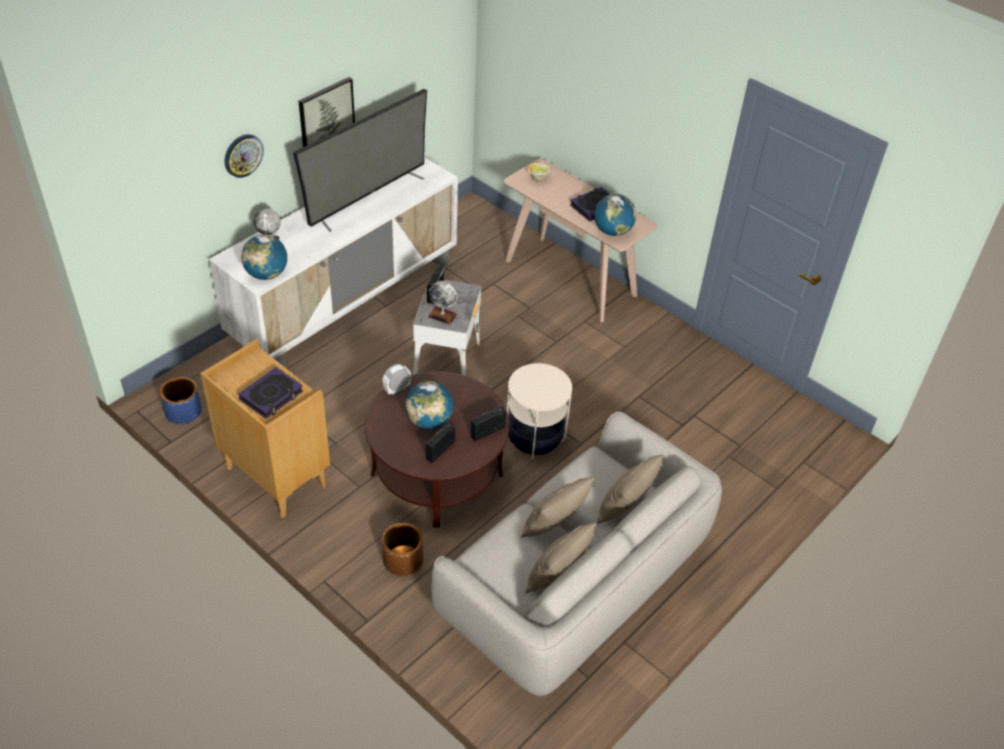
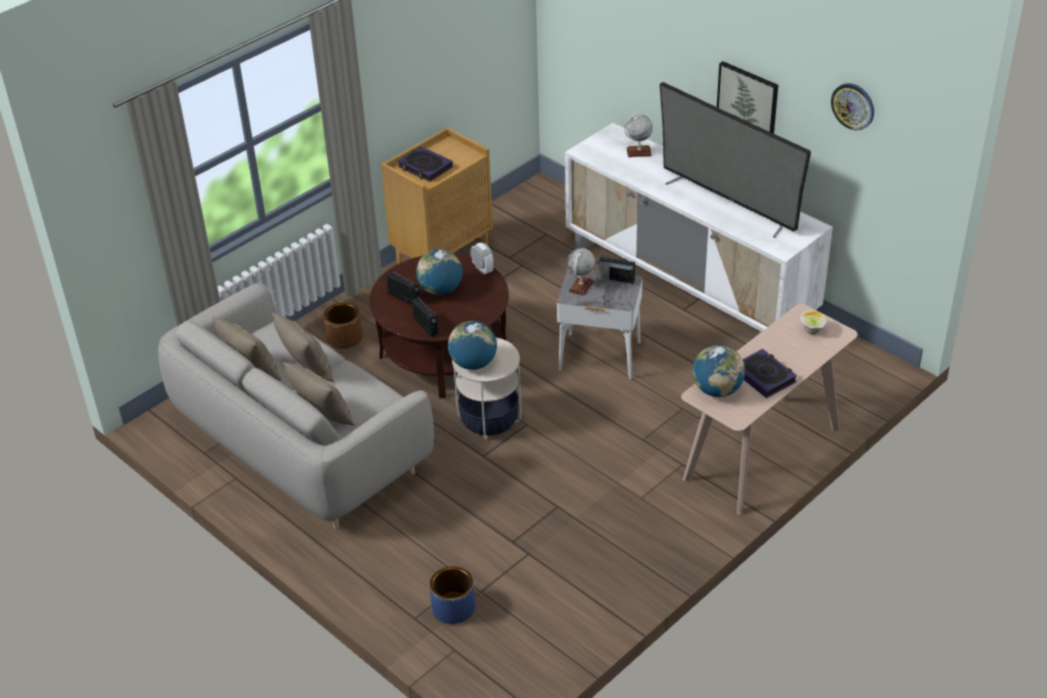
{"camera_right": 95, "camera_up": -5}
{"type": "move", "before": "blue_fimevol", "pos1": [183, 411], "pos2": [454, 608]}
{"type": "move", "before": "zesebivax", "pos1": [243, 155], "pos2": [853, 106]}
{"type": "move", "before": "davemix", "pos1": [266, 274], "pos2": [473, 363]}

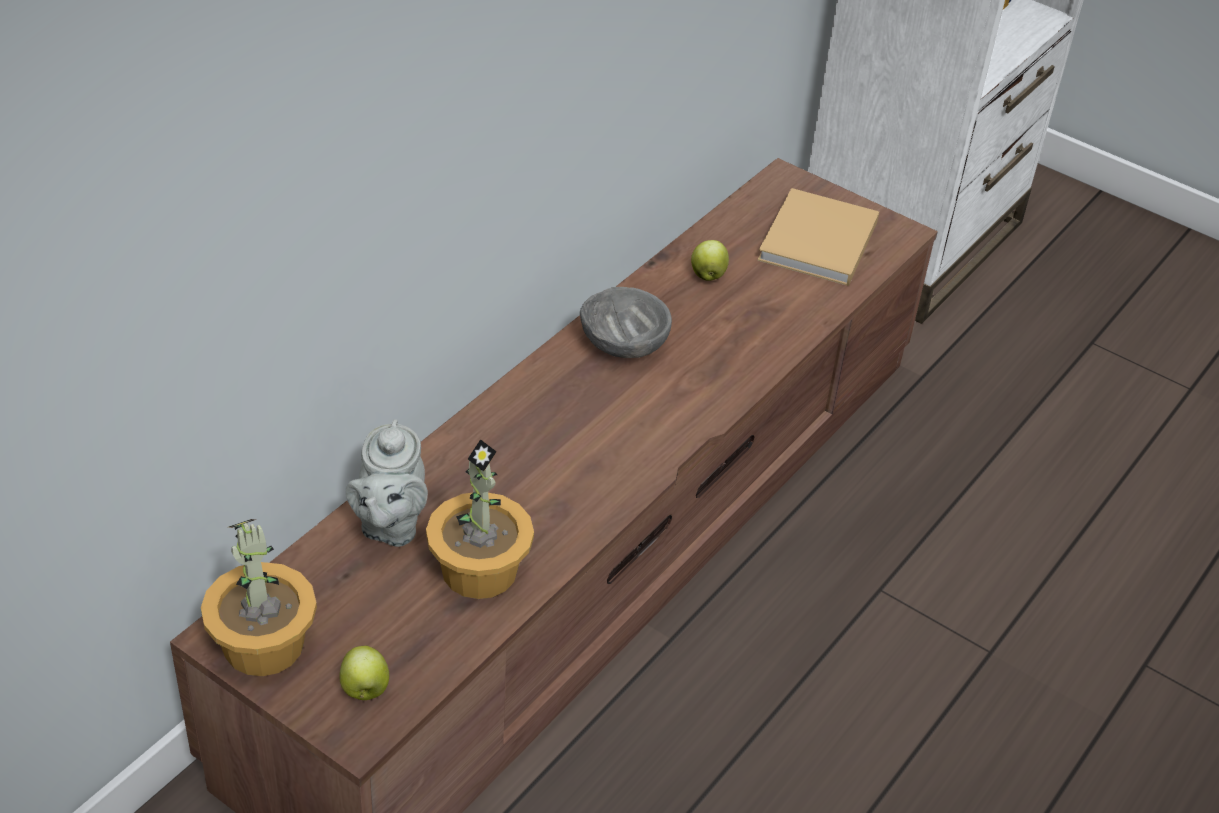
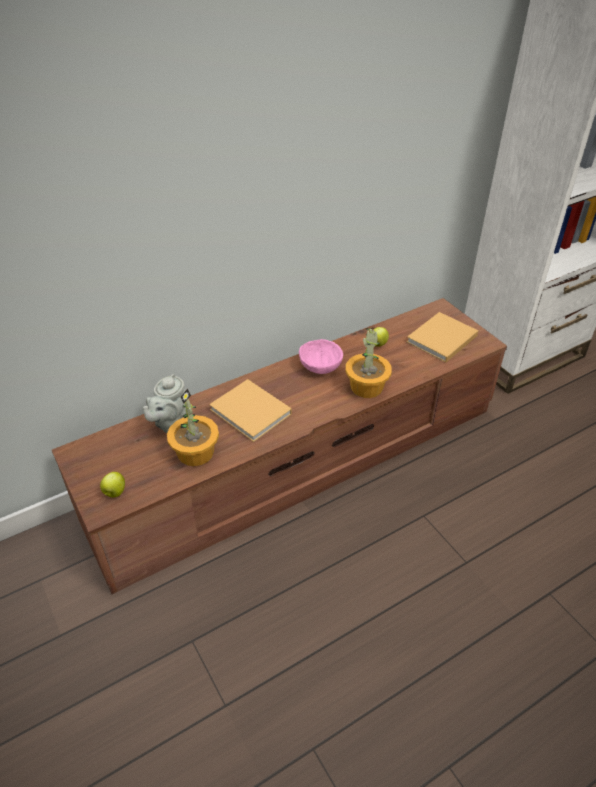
{"camera_right": 25, "camera_up": 0}
{"type": "move", "before": "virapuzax", "pos1": [264, 645], "pos2": [366, 387]}
{"type": "recolor", "before": "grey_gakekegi", "after": "pink_gakekegi", "pos1": [623, 344], "pos2": [320, 366]}
{"type": "insert", "after": "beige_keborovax", "pos2": [252, 413]}

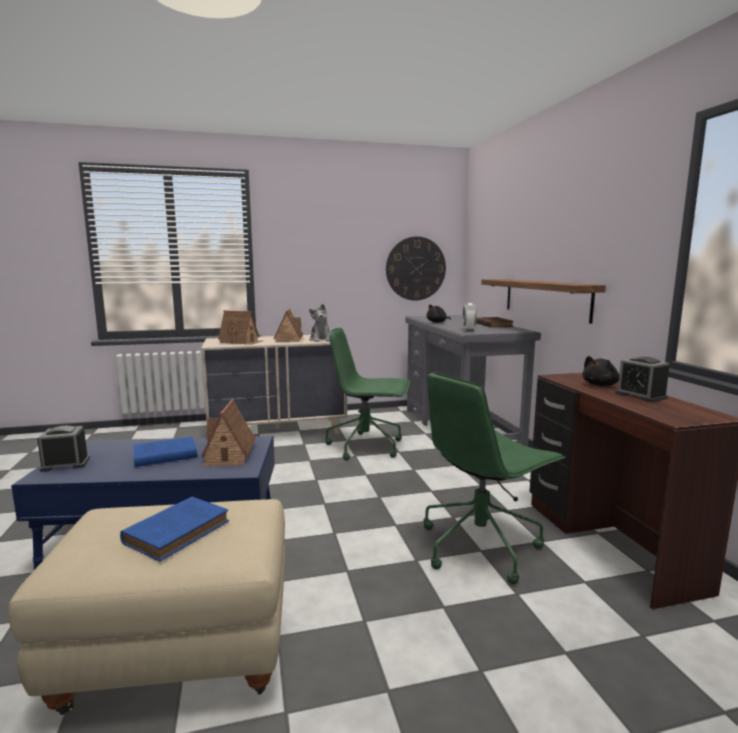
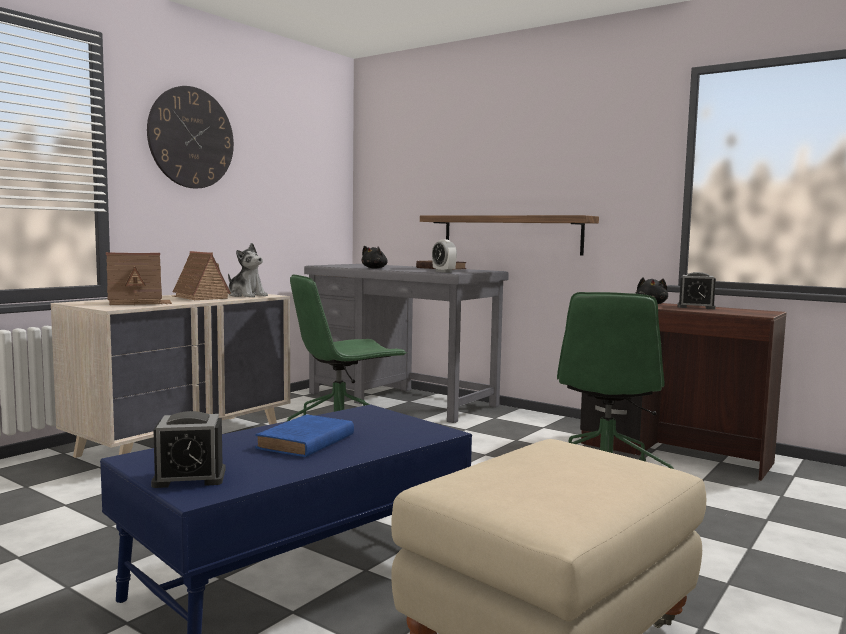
{"camera_right": -40, "camera_up": -5}
{"type": "rotate", "before": "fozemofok", "pos1": [65, 464], "pos2": [189, 478], "turn": -135}
{"type": "delete", "before": "blue_keborovax", "pos1": [179, 531]}
{"type": "delete", "before": "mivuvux", "pos1": [229, 454]}
{"type": "move", "before": "zesebivax", "pos1": [415, 268], "pos2": [191, 138]}

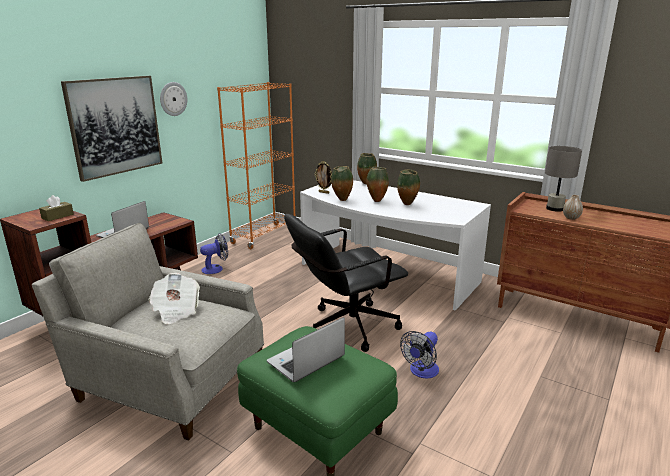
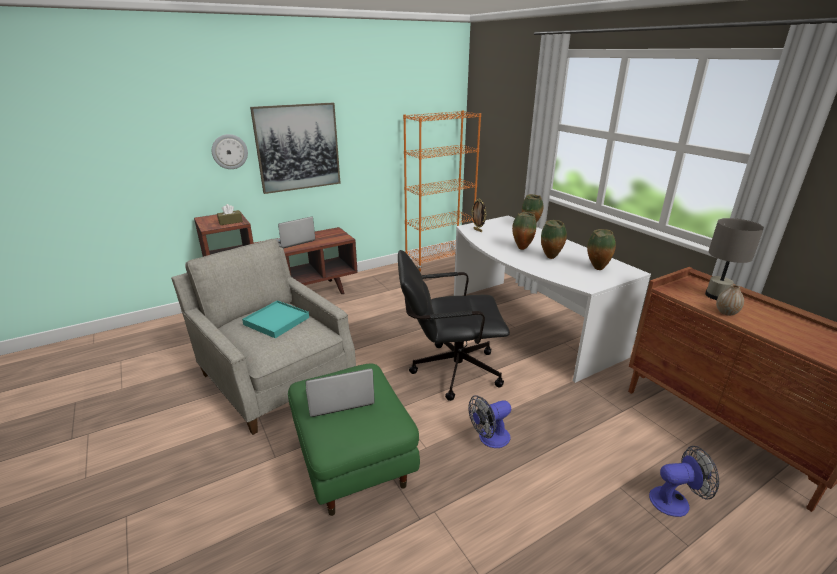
{"camera_right": 25, "camera_up": 5}
{"type": "replace", "before": "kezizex", "after": "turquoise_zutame", "pos1": [176, 310], "pos2": [276, 321]}
{"type": "move", "before": "zesebivax", "pos1": [173, 99], "pos2": [229, 151]}
{"type": "move", "before": "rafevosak", "pos1": [216, 269], "pos2": [675, 500]}
{"type": "move", "before": "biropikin", "pos1": [342, 200], "pos2": [597, 269]}

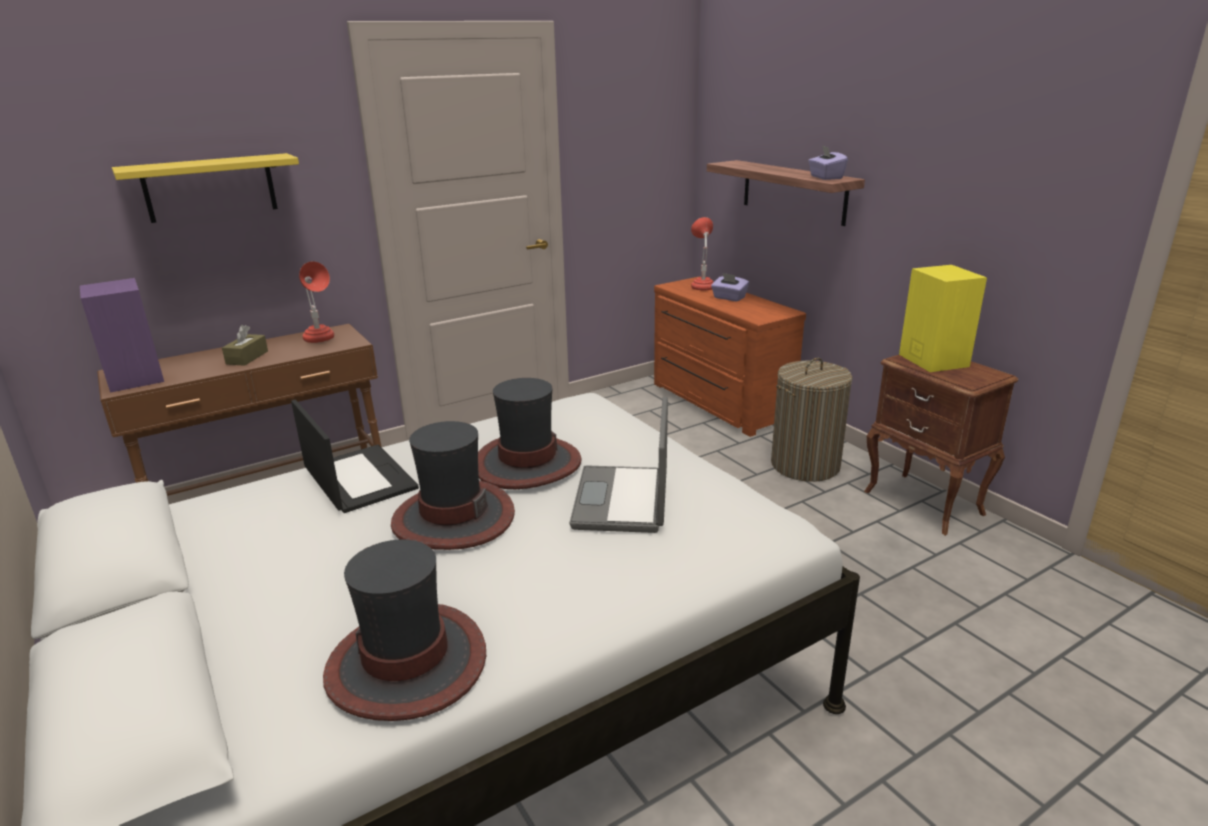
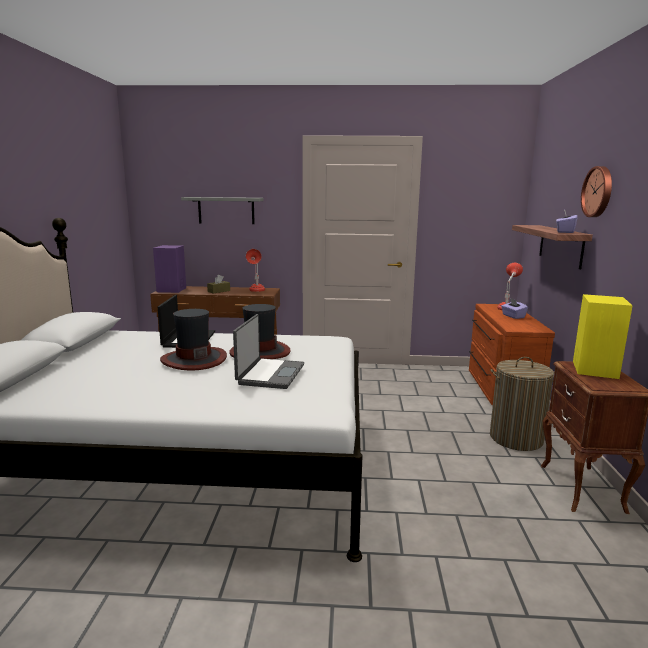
{"camera_right": 35, "camera_up": -10}
{"type": "recolor", "before": "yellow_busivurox", "after": "grey_busivurox", "pos1": [210, 188], "pos2": [226, 210]}
{"type": "delete", "before": "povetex", "pos1": [407, 663]}
{"type": "rotate", "before": "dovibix", "pos1": [623, 500], "pos2": [270, 374], "turn": 150}
{"type": "insert", "after": "zesebivax", "pos2": [598, 192]}

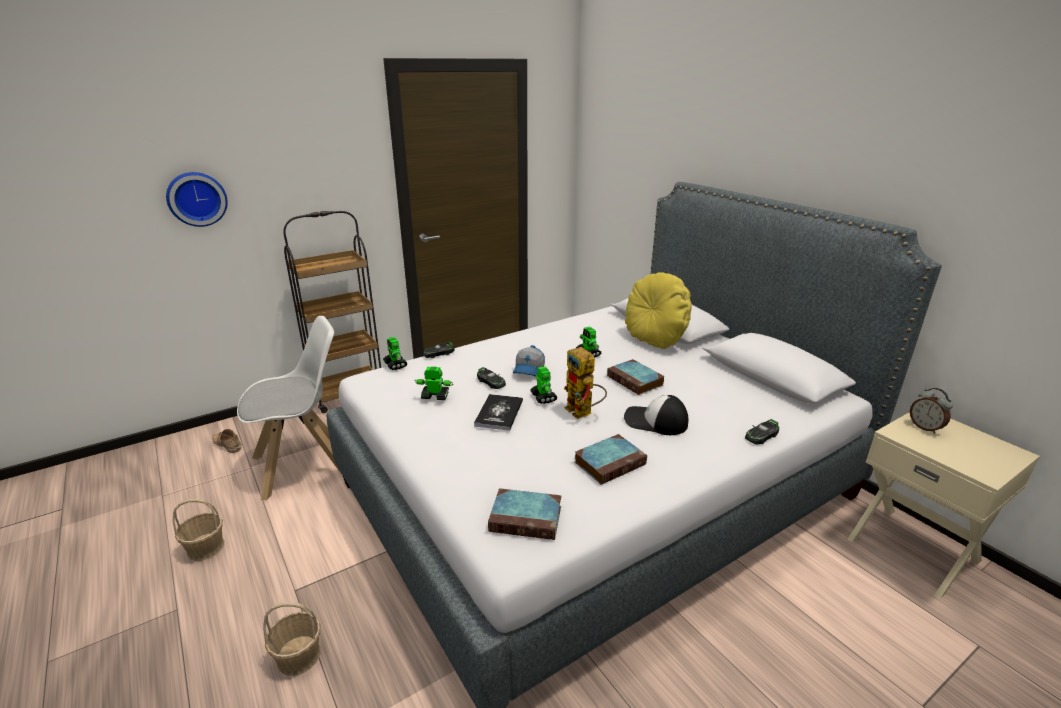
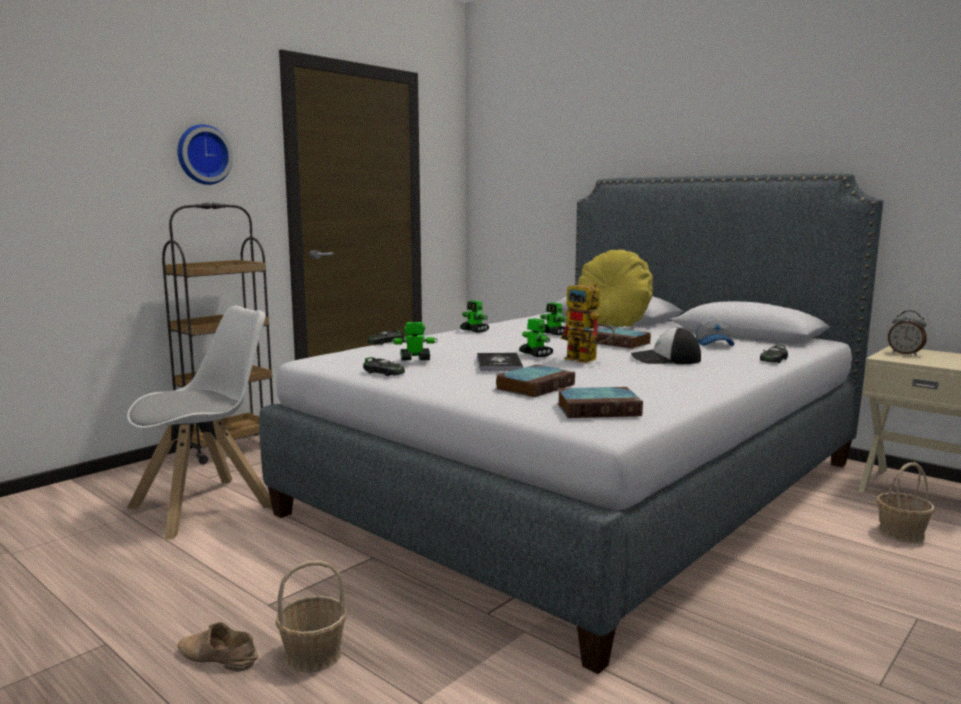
{"camera_right": -15, "camera_up": -15}
{"type": "move", "before": "zesebivax", "pos1": [196, 198], "pos2": [203, 155]}
{"type": "move", "before": "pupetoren", "pos1": [205, 547], "pos2": [900, 533]}
{"type": "move", "before": "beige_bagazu", "pos1": [227, 444], "pos2": [216, 657]}
{"type": "move", "before": "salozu", "pos1": [395, 365], "pos2": [474, 331]}
{"type": "move", "before": "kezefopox", "pos1": [490, 382], "pos2": [383, 372]}
{"type": "move", "before": "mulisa", "pos1": [529, 370], "pos2": [715, 344]}
{"type": "move", "before": "keborovax", "pos1": [610, 462], "pos2": [535, 386]}

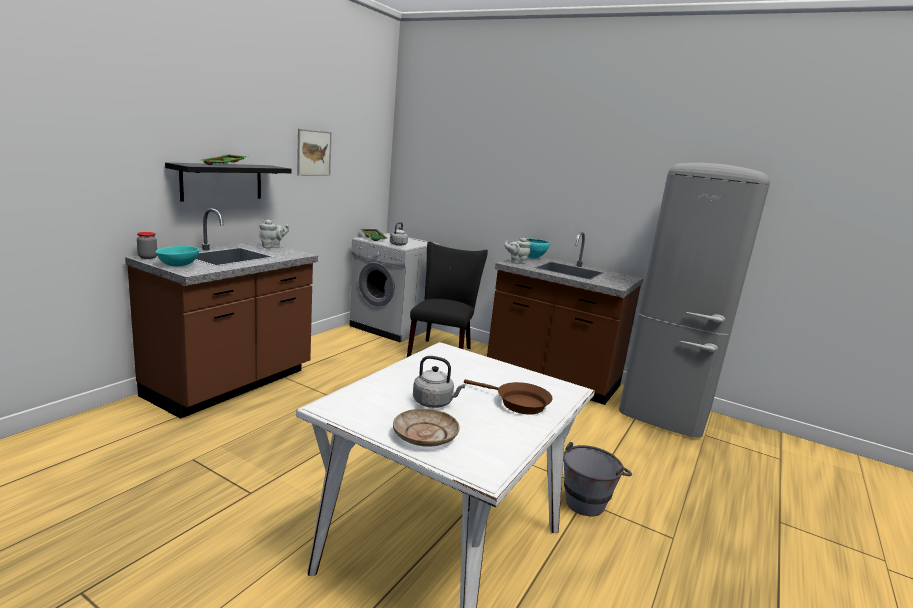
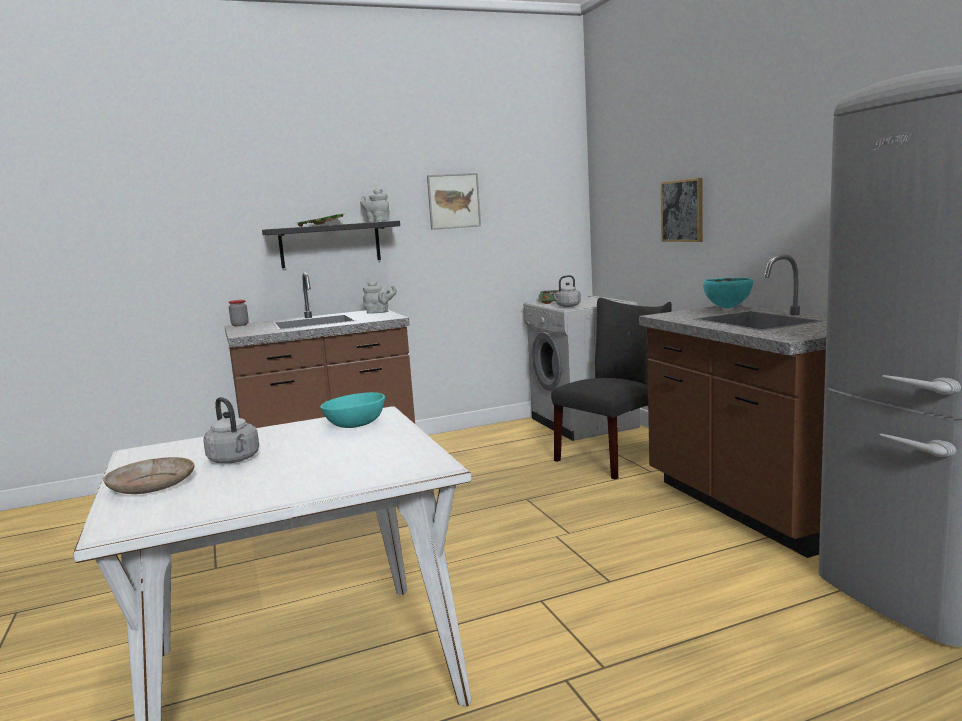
{"camera_right": 40, "camera_up": -5}
{"type": "move", "before": "turquoise_gakekegi", "pos1": [179, 265], "pos2": [356, 425]}
{"type": "delete", "before": "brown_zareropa", "pos1": [518, 403]}
{"type": "move", "before": "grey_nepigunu", "pos1": [516, 262], "pos2": [377, 221]}
{"type": "delete", "before": "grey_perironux", "pos1": [588, 500]}
{"type": "insert", "after": "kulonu", "pos2": [682, 211]}

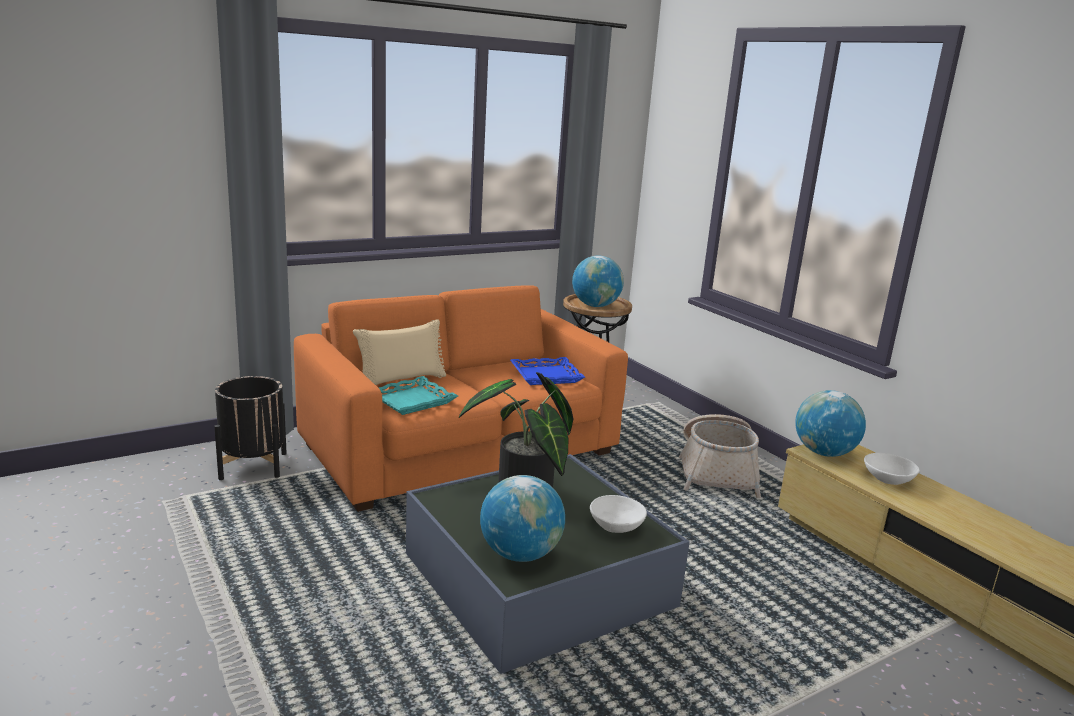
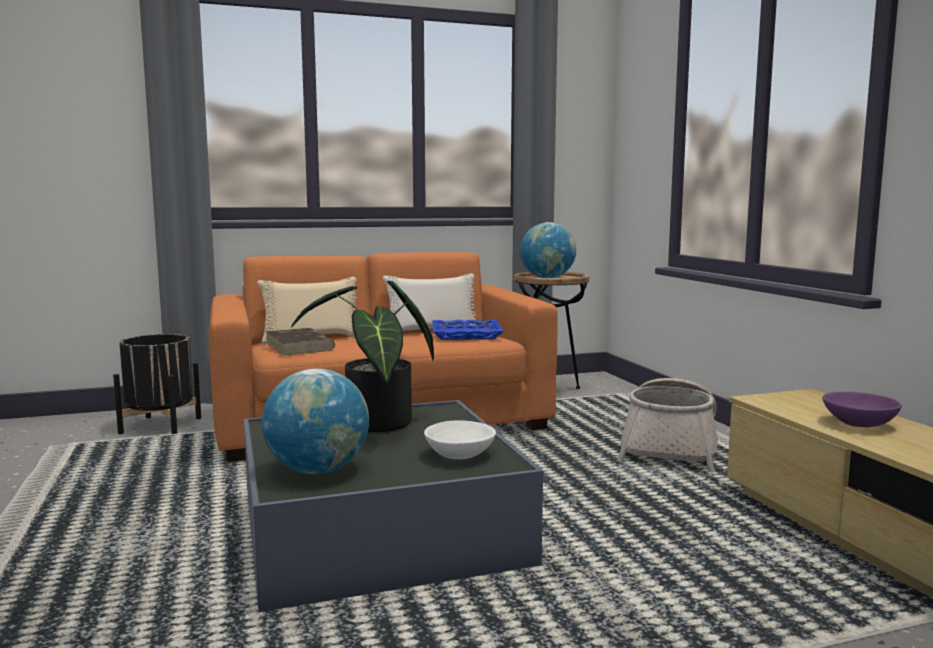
{"camera_right": 15, "camera_up": -10}
{"type": "replace", "before": "turquoise_zutame", "after": "brown_keborovax", "pos1": [412, 401], "pos2": [299, 346]}
{"type": "delete", "before": "davemix", "pos1": [823, 453]}
{"type": "recolor", "before": "white_gakekegi", "after": "purple_gakekegi", "pos1": [888, 480], "pos2": [859, 424]}
{"type": "insert", "after": "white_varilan", "pos2": [431, 332]}

